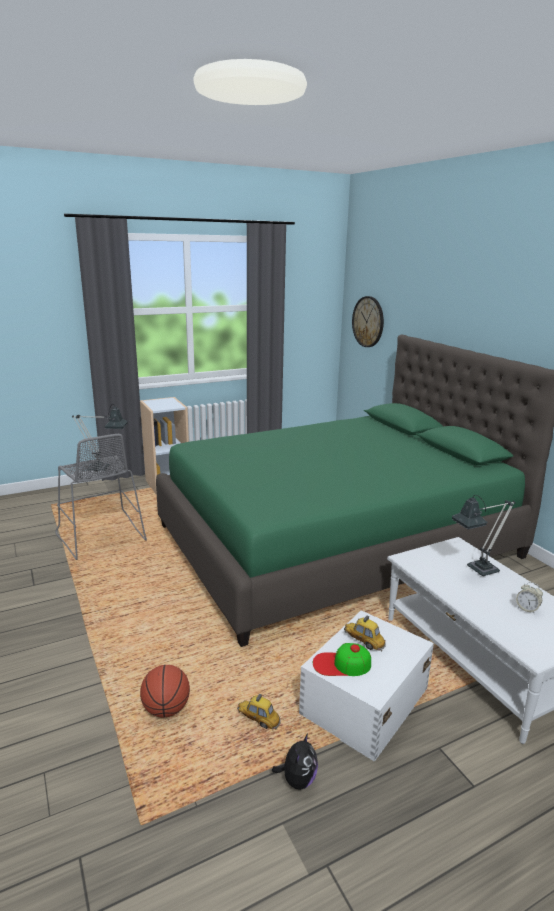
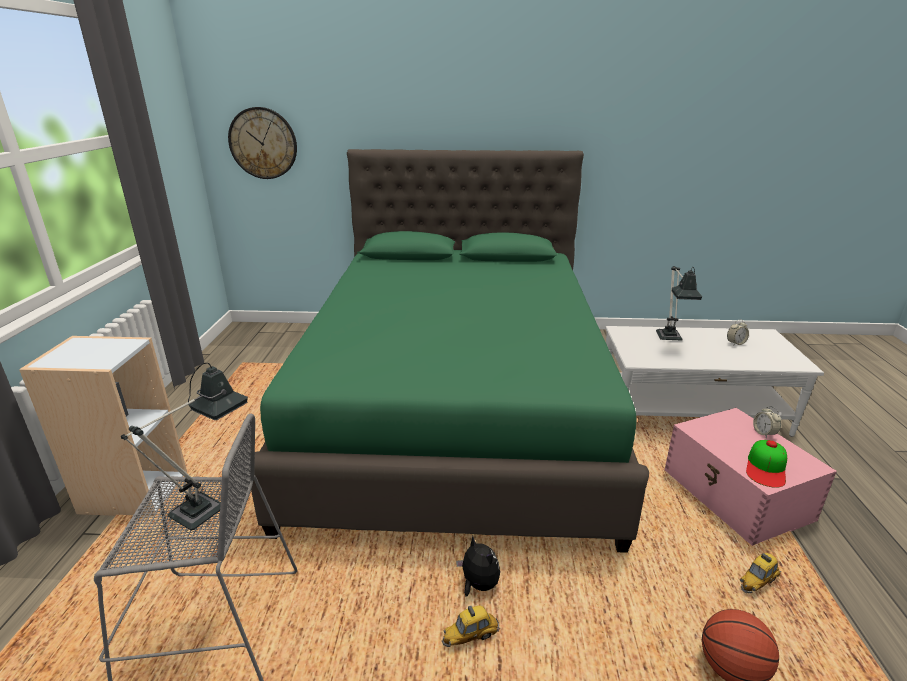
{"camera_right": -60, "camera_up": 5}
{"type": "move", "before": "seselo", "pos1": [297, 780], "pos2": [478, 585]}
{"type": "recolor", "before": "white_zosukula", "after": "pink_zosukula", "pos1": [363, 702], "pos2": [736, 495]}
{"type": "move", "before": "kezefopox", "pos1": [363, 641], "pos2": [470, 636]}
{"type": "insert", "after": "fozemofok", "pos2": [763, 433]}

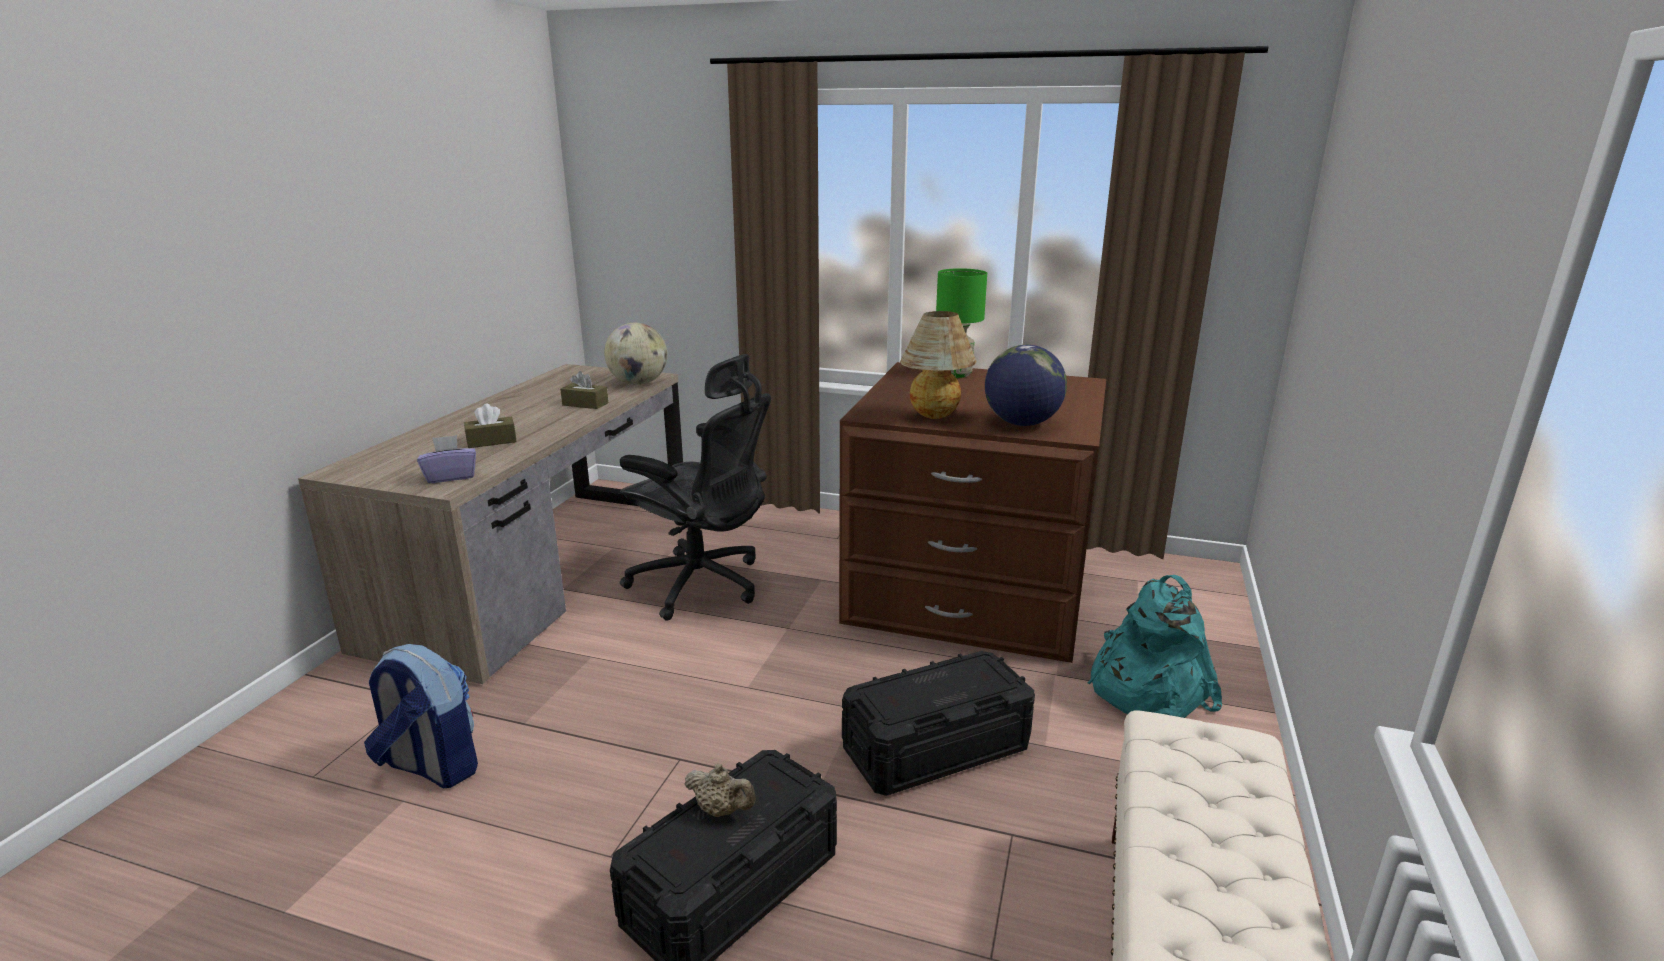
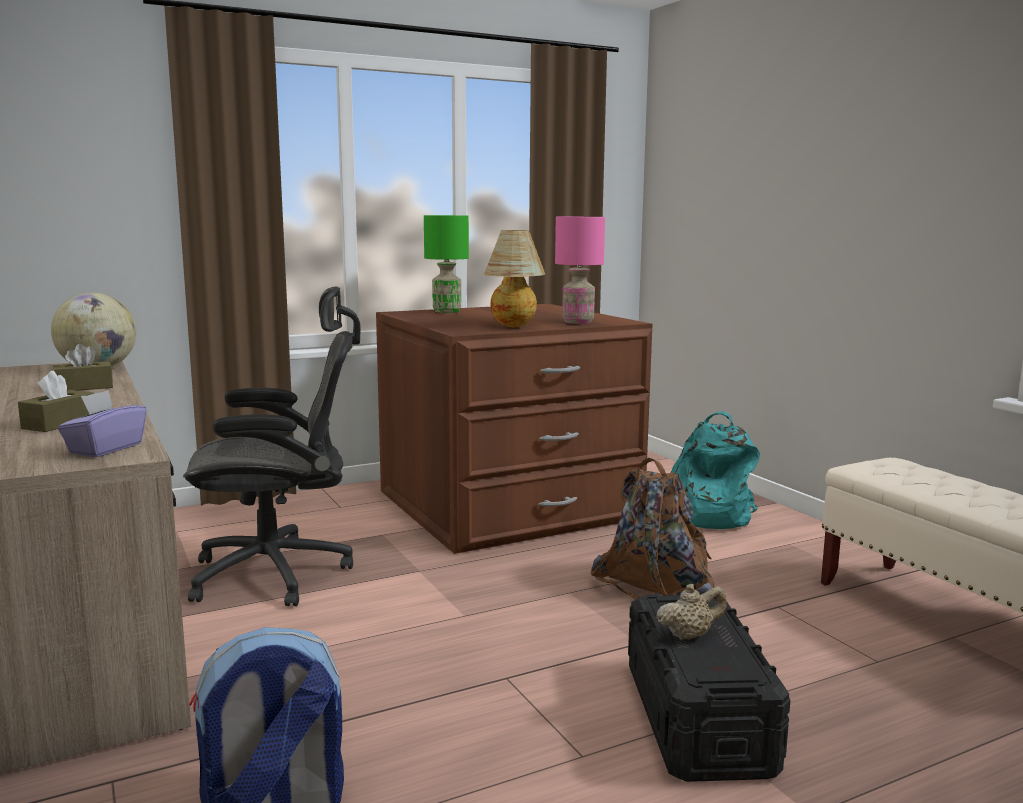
{"camera_right": -45, "camera_up": -10}
{"type": "replace", "before": "black_zosukula", "after": "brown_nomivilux", "pos1": [935, 748], "pos2": [659, 589]}
{"type": "replace", "before": "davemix", "after": "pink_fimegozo", "pos1": [1022, 423], "pos2": [577, 322]}

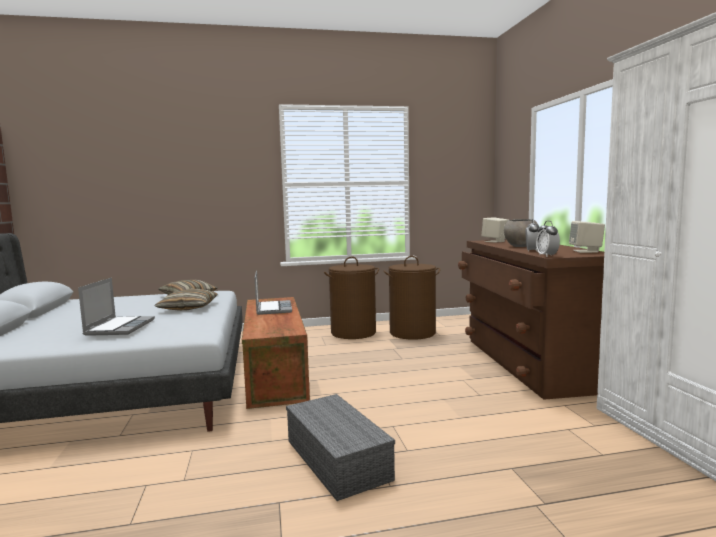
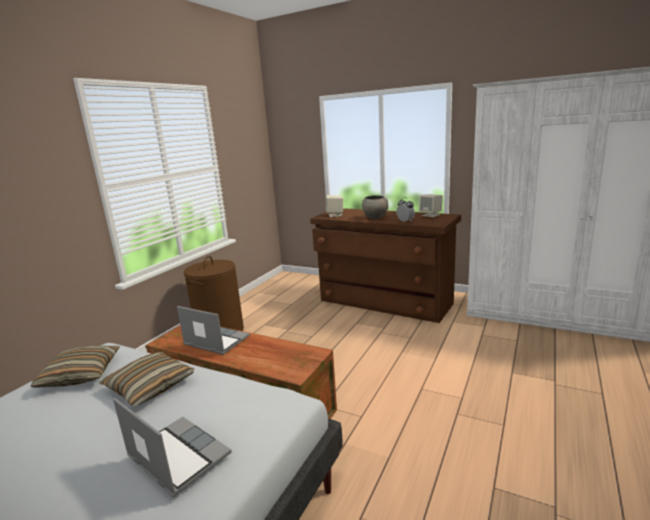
{"camera_right": -50, "camera_up": 10}
{"type": "delete", "before": "grey_zosukula", "pos1": [339, 460]}
{"type": "delete", "before": "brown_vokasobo", "pos1": [412, 333]}
{"type": "delete", "before": "fozemofok", "pos1": [547, 256]}

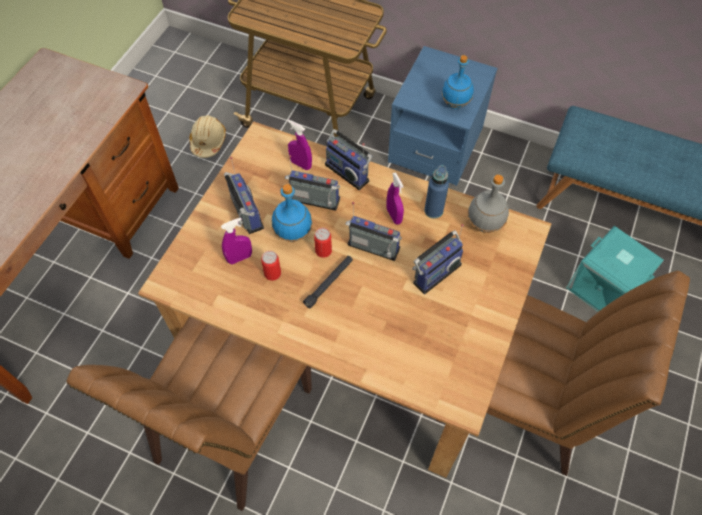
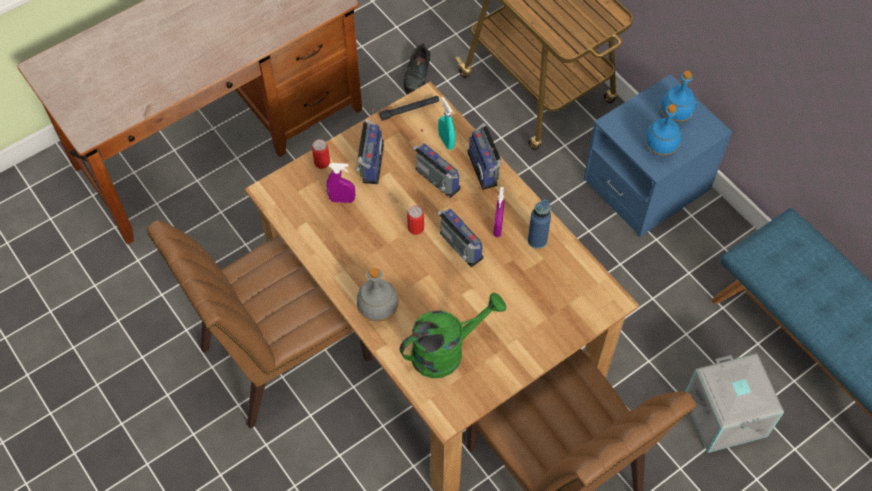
{"camera_right": 30, "camera_up": 0}
{"type": "replace", "before": "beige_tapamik", "after": "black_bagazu", "pos1": [208, 141], "pos2": [417, 75]}
{"type": "move", "before": "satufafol", "pos1": [272, 273], "pos2": [322, 162]}
{"type": "move", "before": "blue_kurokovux", "pos1": [293, 234], "pos2": [675, 117]}
{"type": "recolor", "before": "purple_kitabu", "after": "turquoise_kitabu", "pos1": [301, 164], "pos2": [446, 141]}
{"type": "move", "before": "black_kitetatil", "pos1": [329, 283], "pos2": [409, 110]}
{"type": "delete", "before": "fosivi", "pos1": [434, 272]}
{"type": "move", "before": "grey_kurokovux", "pos1": [483, 225], "pos2": [377, 311]}
{"type": "recolor", "before": "turquoise_zosukula", "after": "grey_zosukula", "pos1": [605, 287], "pos2": [726, 415]}
{"type": "insert", "after": "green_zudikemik", "pos2": [446, 350]}

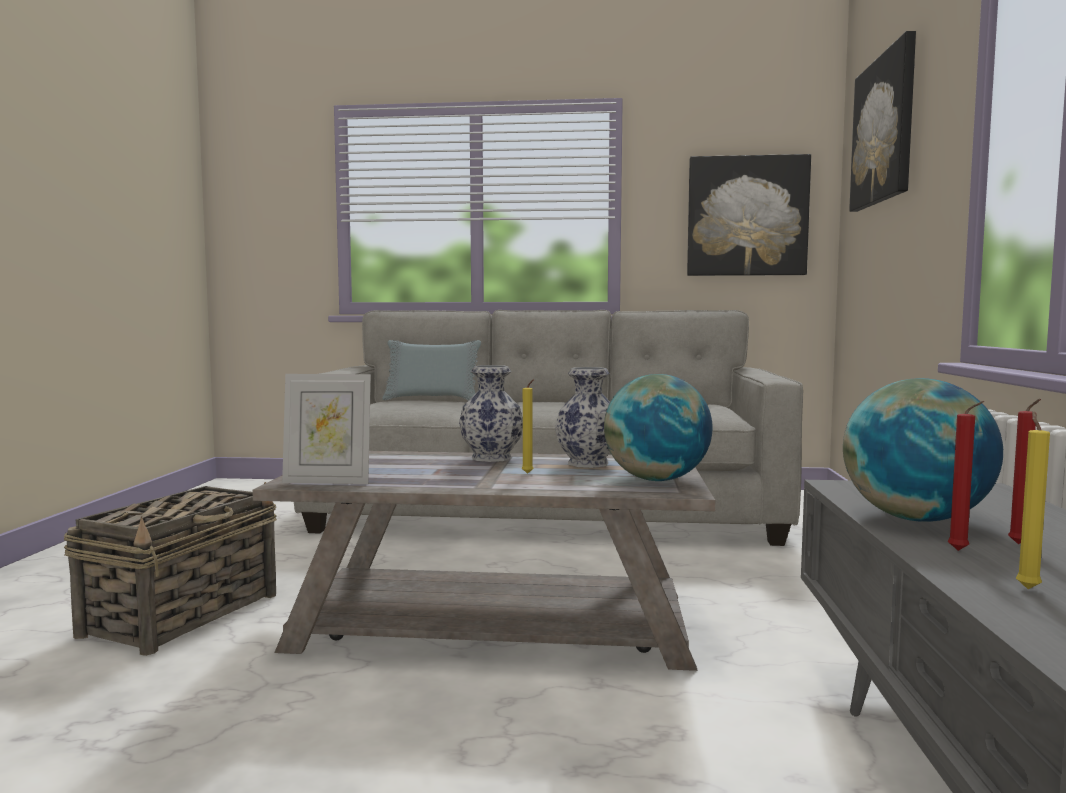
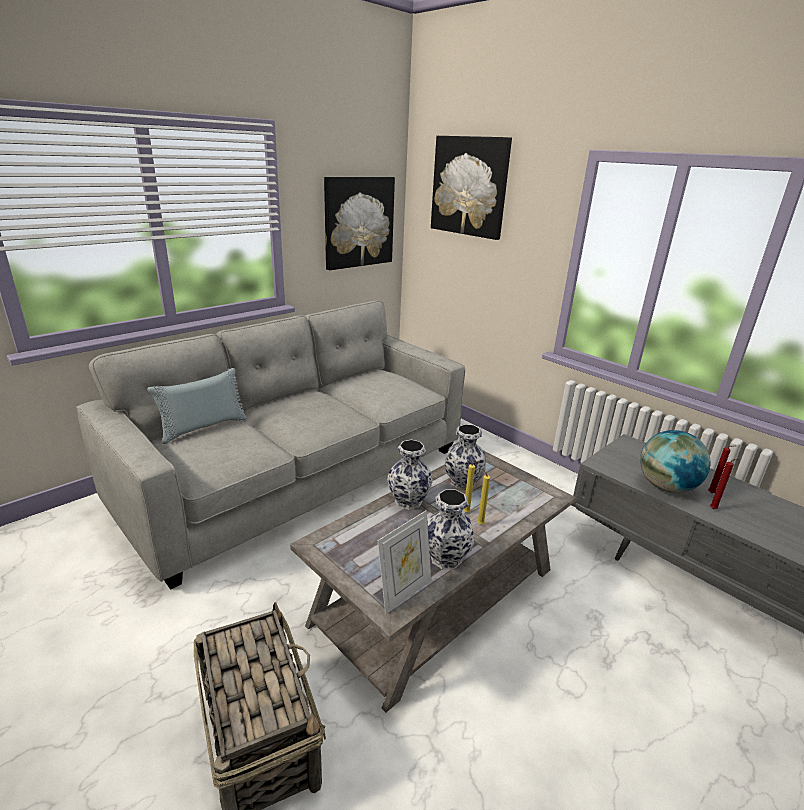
{"camera_right": -50, "camera_up": 20}
{"type": "delete", "before": "davemix", "pos1": [657, 480]}
{"type": "move", "before": "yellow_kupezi", "pos1": [1027, 587], "pos2": [479, 523]}
{"type": "insert", "after": "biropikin", "pos2": [445, 557]}

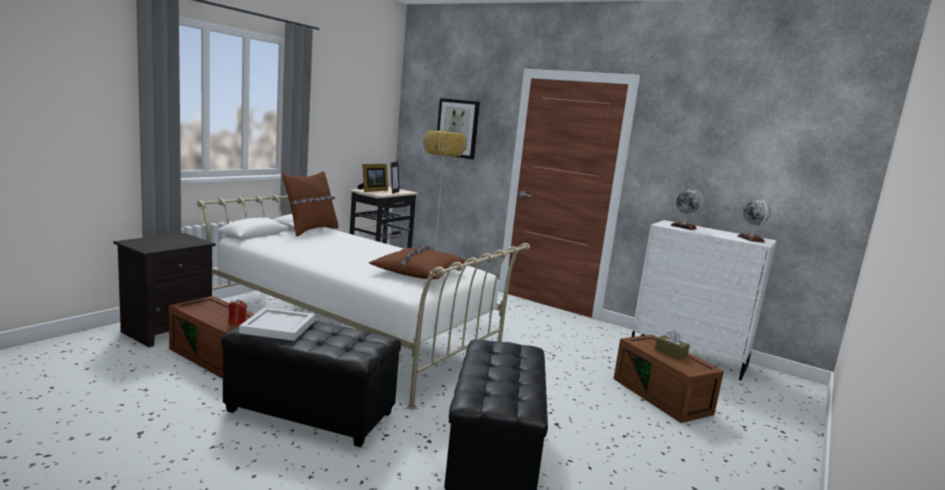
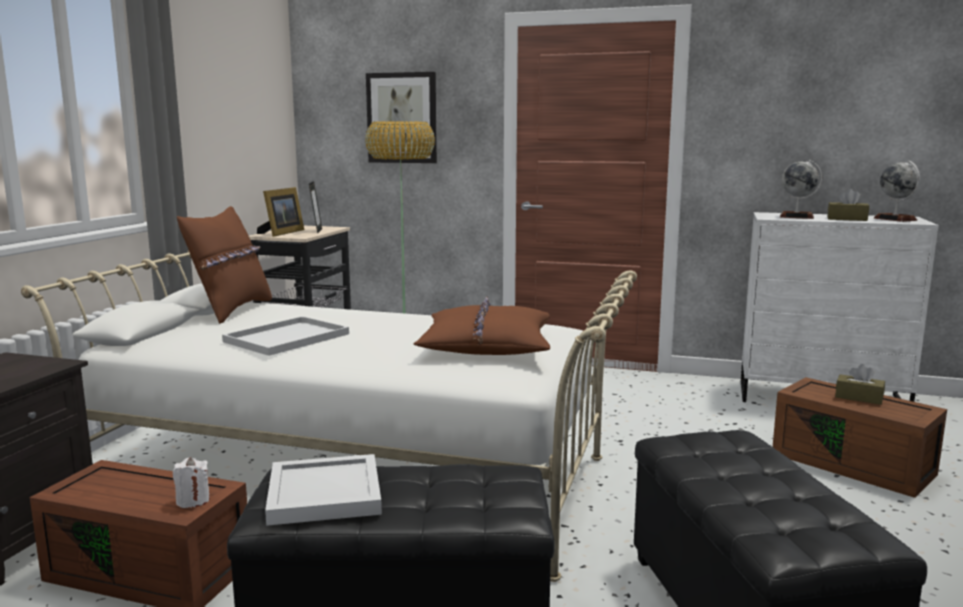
{"camera_right": -15, "camera_up": 0}
{"type": "recolor", "before": "red_kupezi", "after": "white_kupezi", "pos1": [237, 322], "pos2": [193, 501]}
{"type": "insert", "after": "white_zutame", "pos2": [288, 337]}
{"type": "insert", "after": "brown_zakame", "pos2": [847, 219]}

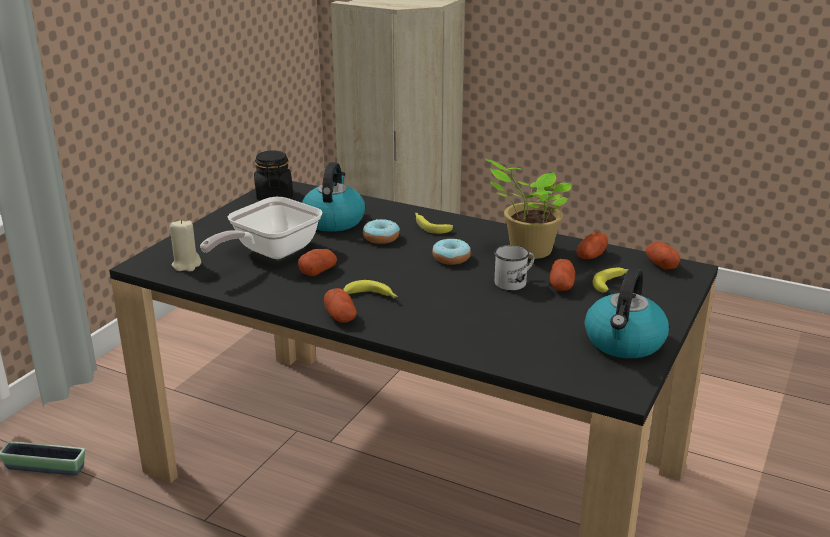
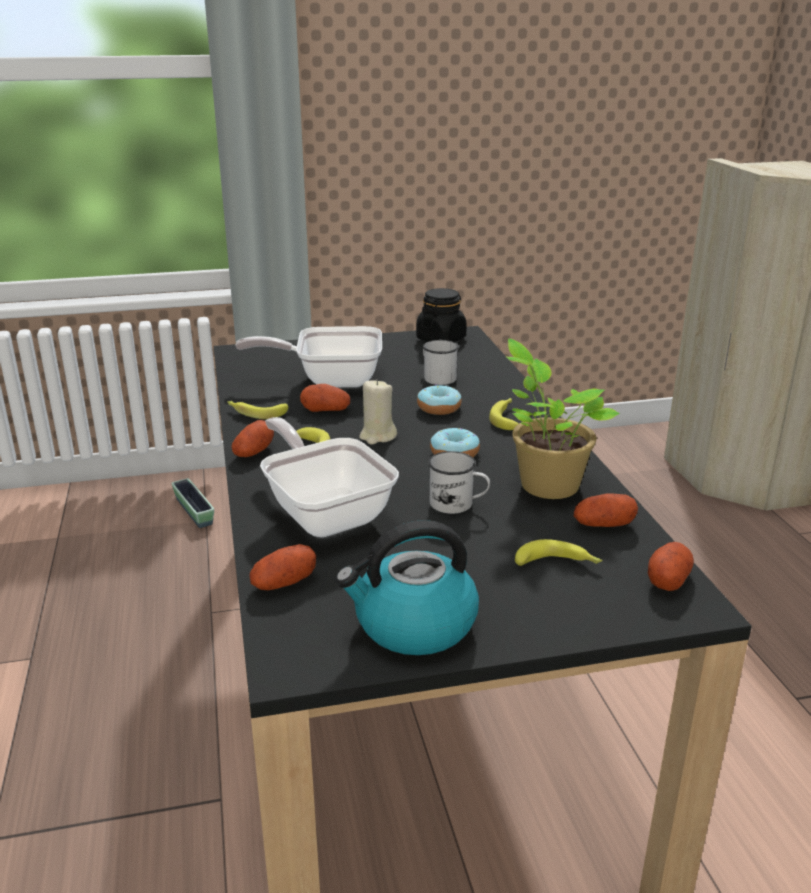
{"camera_right": 50, "camera_up": 0}
{"type": "move", "before": "beige_kupezi", "pos1": [186, 265], "pos2": [377, 436]}
{"type": "replace", "before": "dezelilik", "after": "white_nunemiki", "pos1": [333, 220], "pos2": [437, 377]}
{"type": "move", "before": "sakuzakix", "pos1": [561, 285], "pos2": [284, 583]}
{"type": "insert", "after": "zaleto", "pos2": [256, 412]}
{"type": "insert", "after": "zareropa", "pos2": [325, 512]}

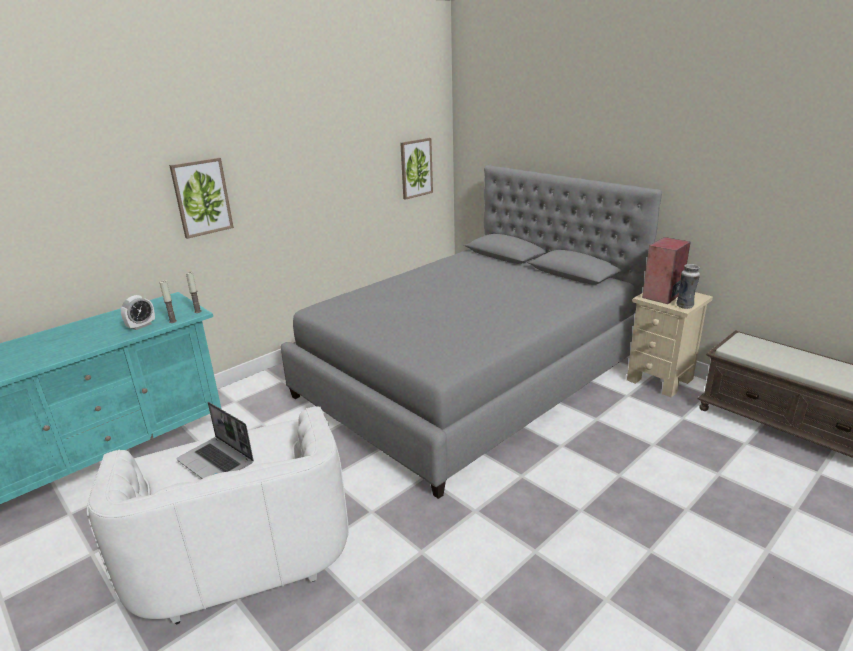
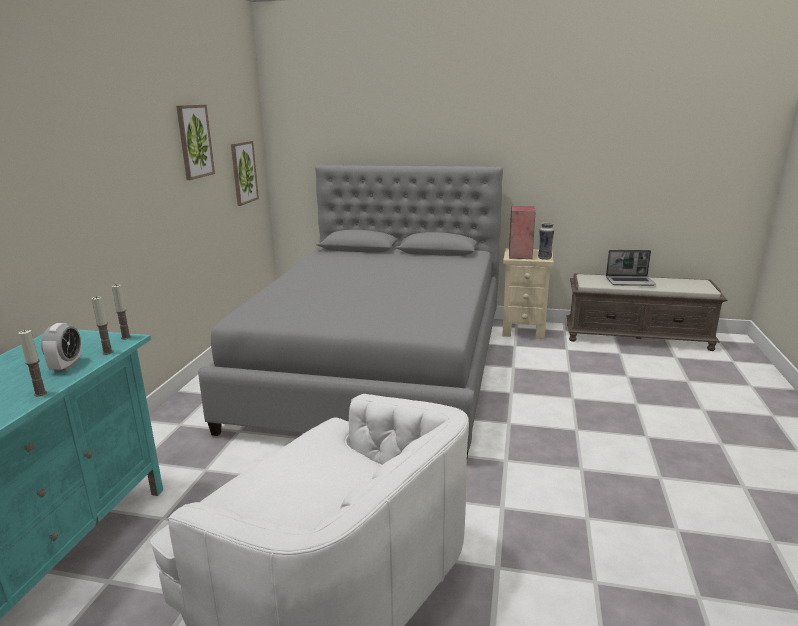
{"camera_right": -35, "camera_up": -5}
{"type": "move", "before": "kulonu", "pos1": [202, 197], "pos2": [194, 141]}
{"type": "move", "before": "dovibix", "pos1": [217, 462], "pos2": [630, 282]}
{"type": "insert", "after": "kupezi", "pos2": [40, 393]}

